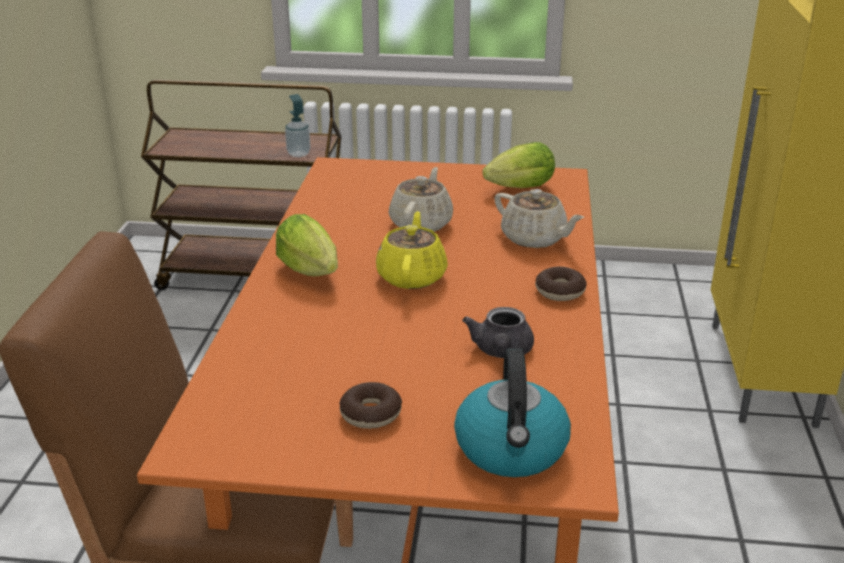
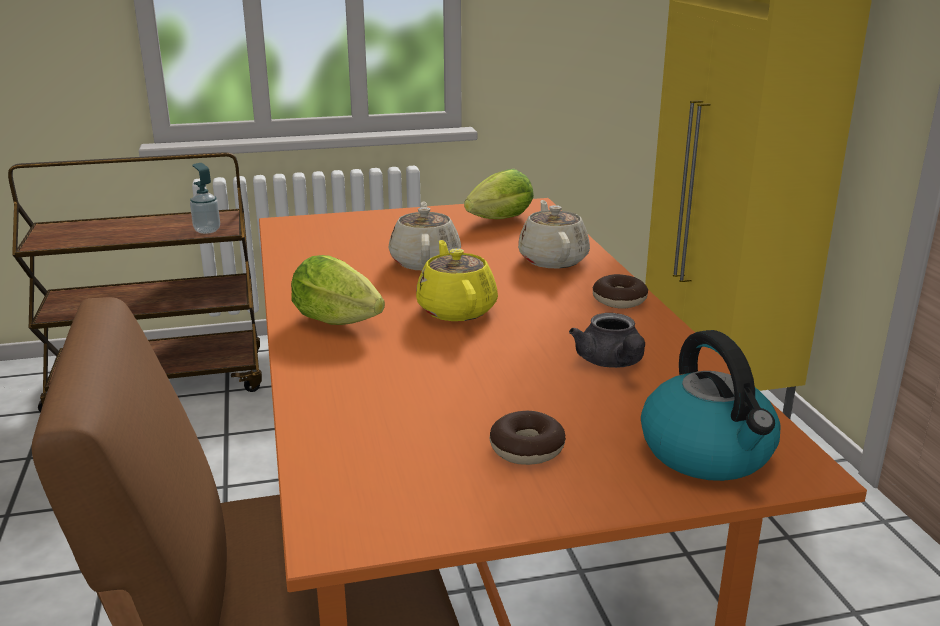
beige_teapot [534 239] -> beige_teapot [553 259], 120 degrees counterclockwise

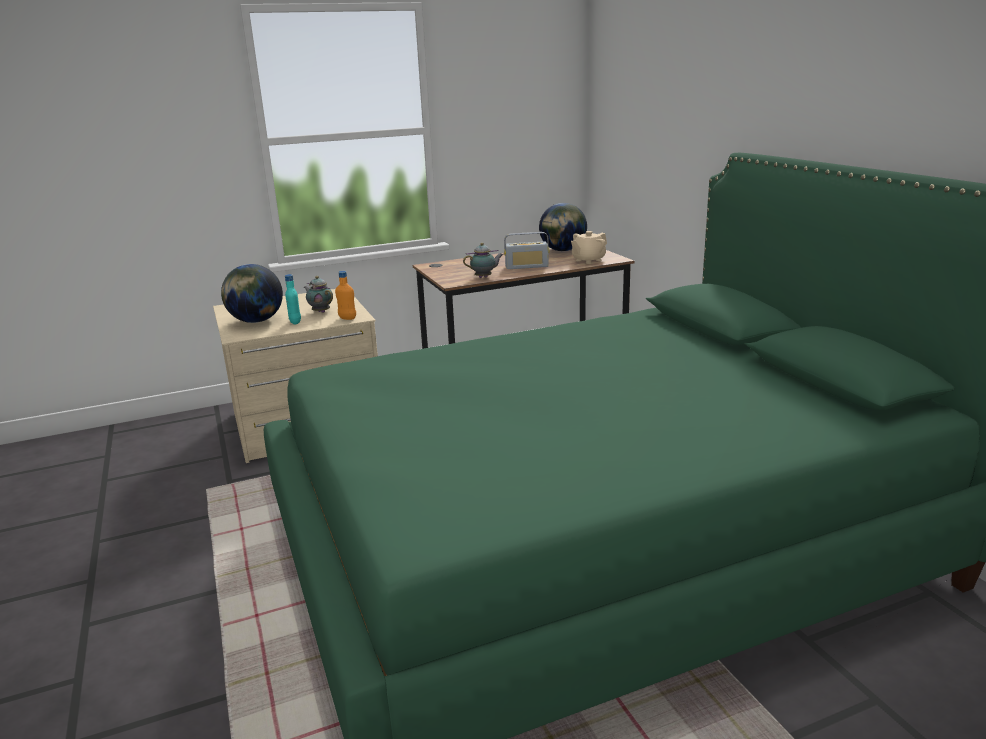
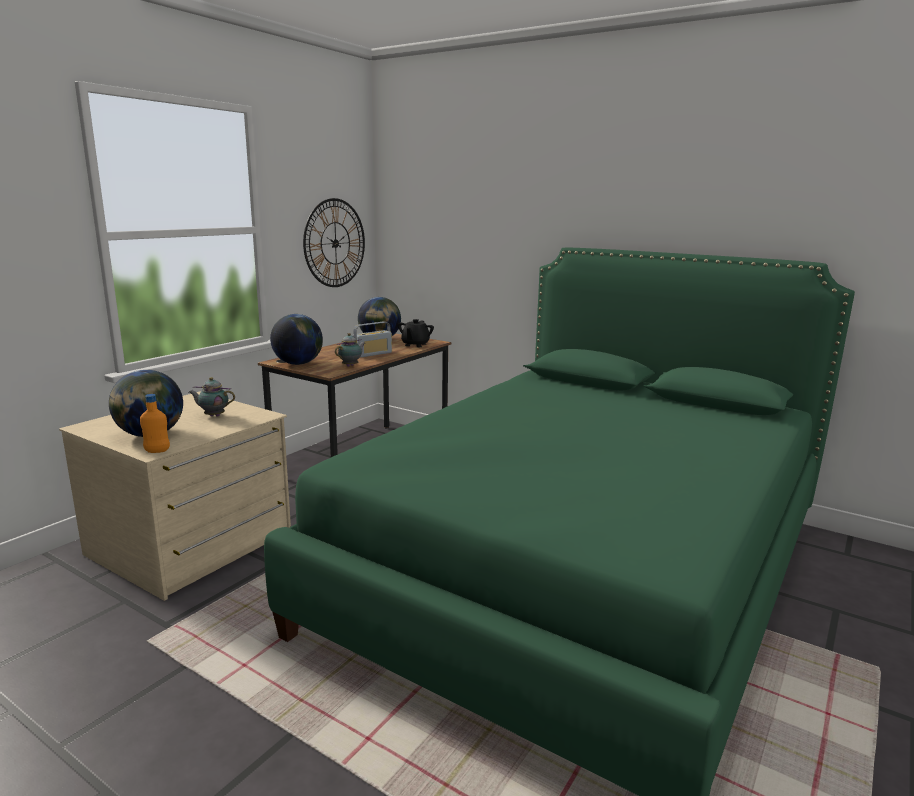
turquoise_bottle [295 322] -> none
none -> globe [298 363]
none -> wall_clock [335 243]
orange_bottle [347 318] -> orange_bottle [157 451], move
beige_teapot [588 260] -> black_teapot [415 345]

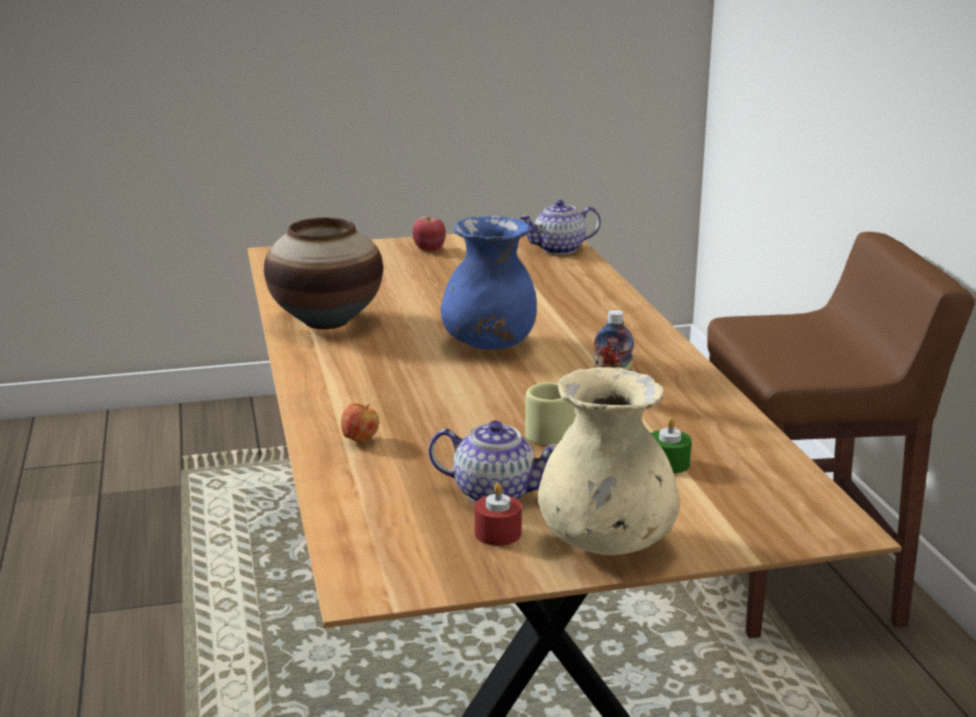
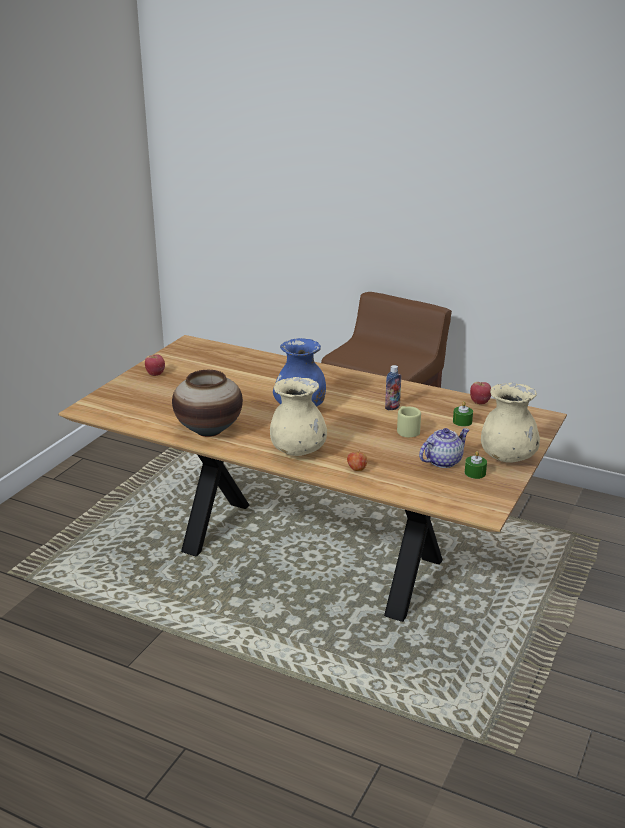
teapot [559 249] -> none
none -> beige_vase [298 451]
none -> apple [480 402]
red_candle [497 533] -> green_candle [475 473]

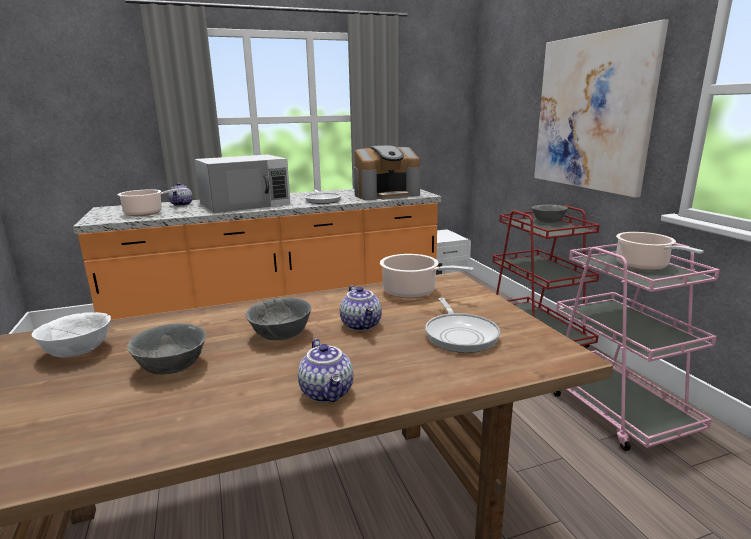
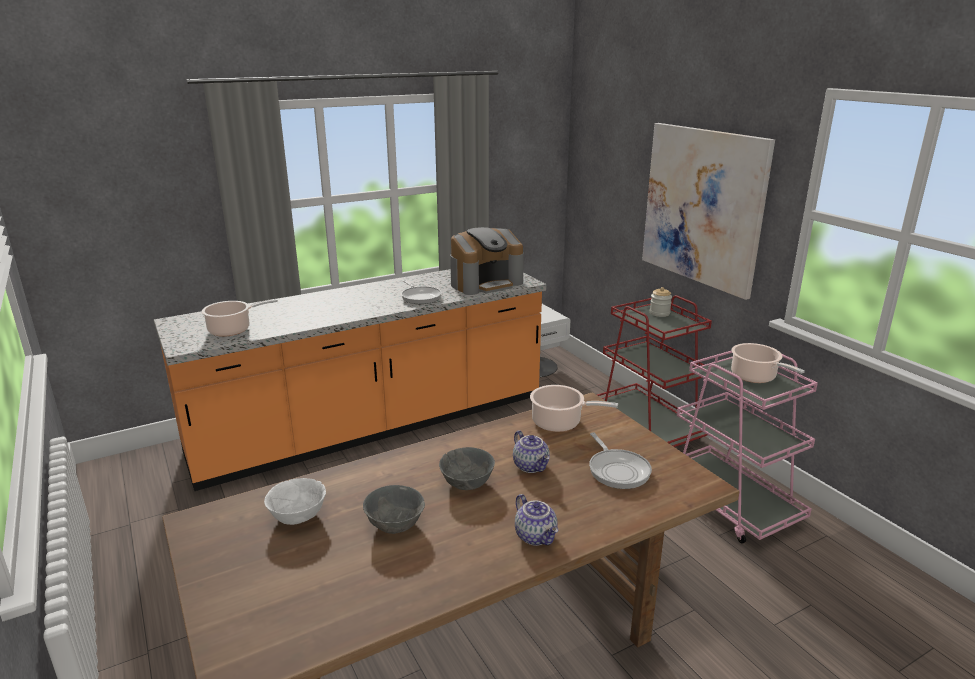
teapot [182 204] -> none
white_microwave [245 203] -> none
grey_bowl [547 222] -> jar [659 313]

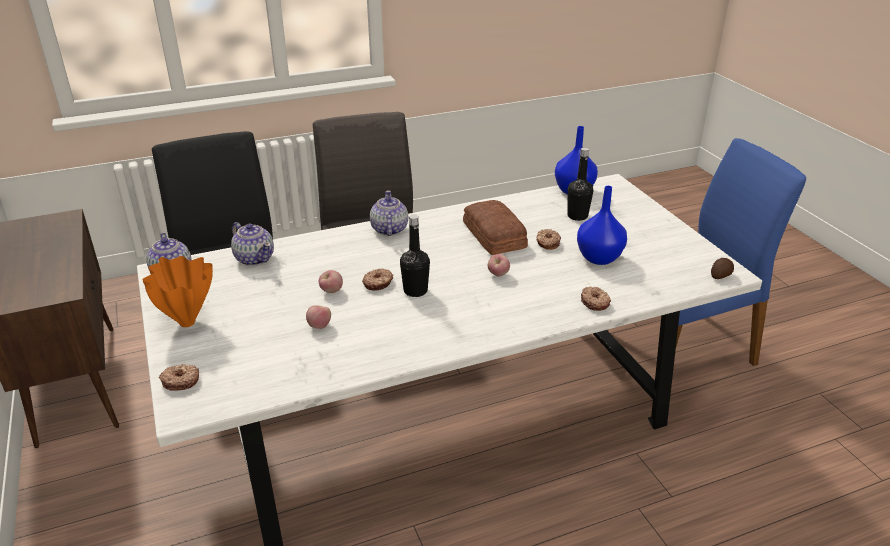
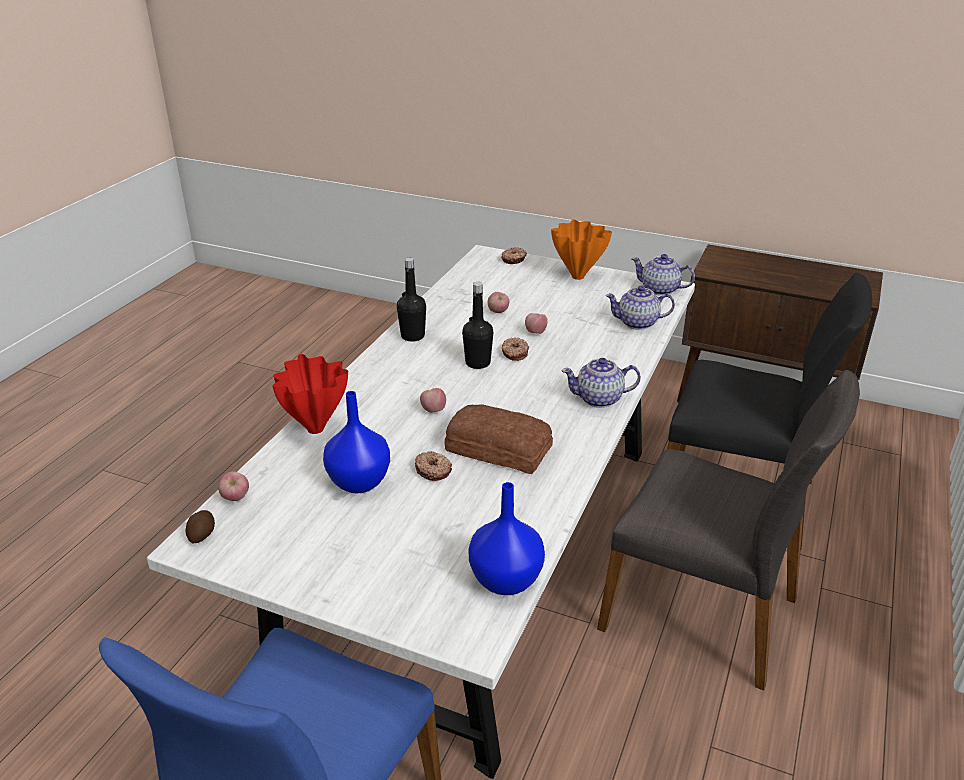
none -> apple [235 498]
black_bottle [577 216] -> black_bottle [413 336], move
donut [595 302] -> red_vase [315 430]
teapot [389 229] -> teapot [599 399], 135 degrees clockwise

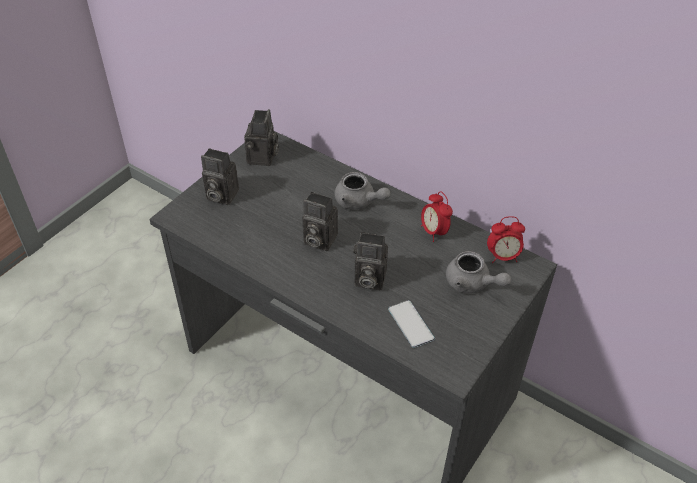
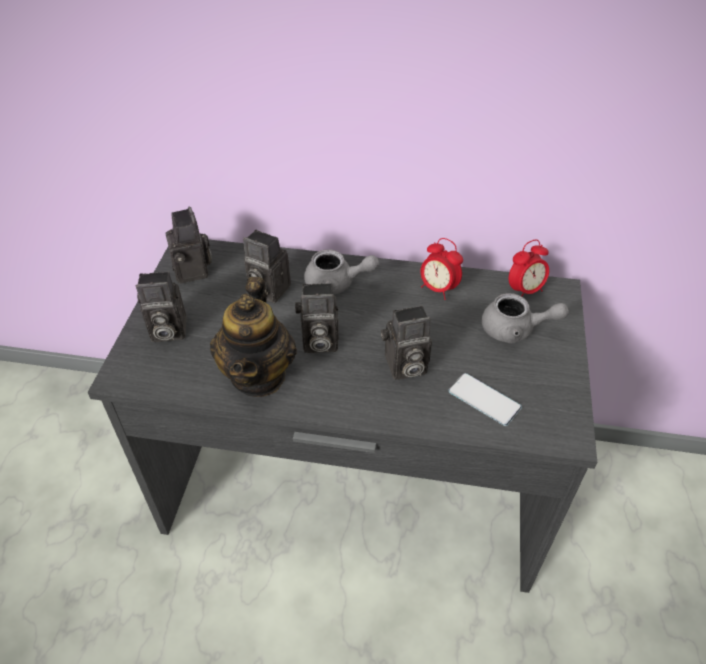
none -> teapot [259 375]
none -> photo_camera [266 290]

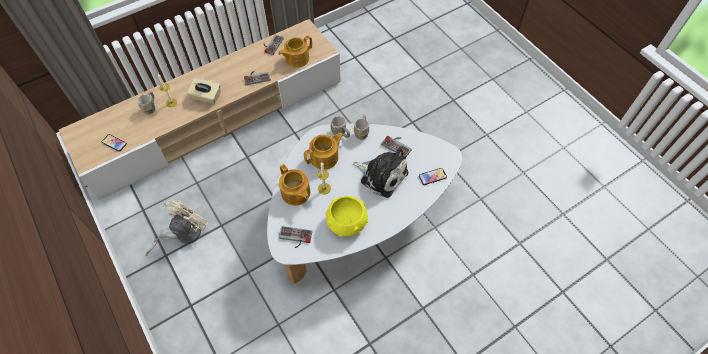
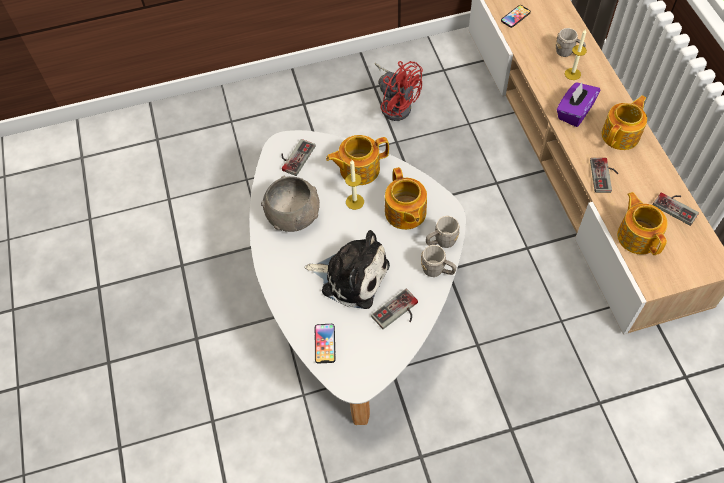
none -> teapot [621 135]
beige_fan [183 234] -> red_fan [396 104]
beige_tissue_box [206 97] -> purple_tissue_box [574 112]
yellow_bowl [346 222] -> grey_bowl [293 215]
plush_toy [381 175] -> plush_toy [351 276], 120 degrees counterclockwise

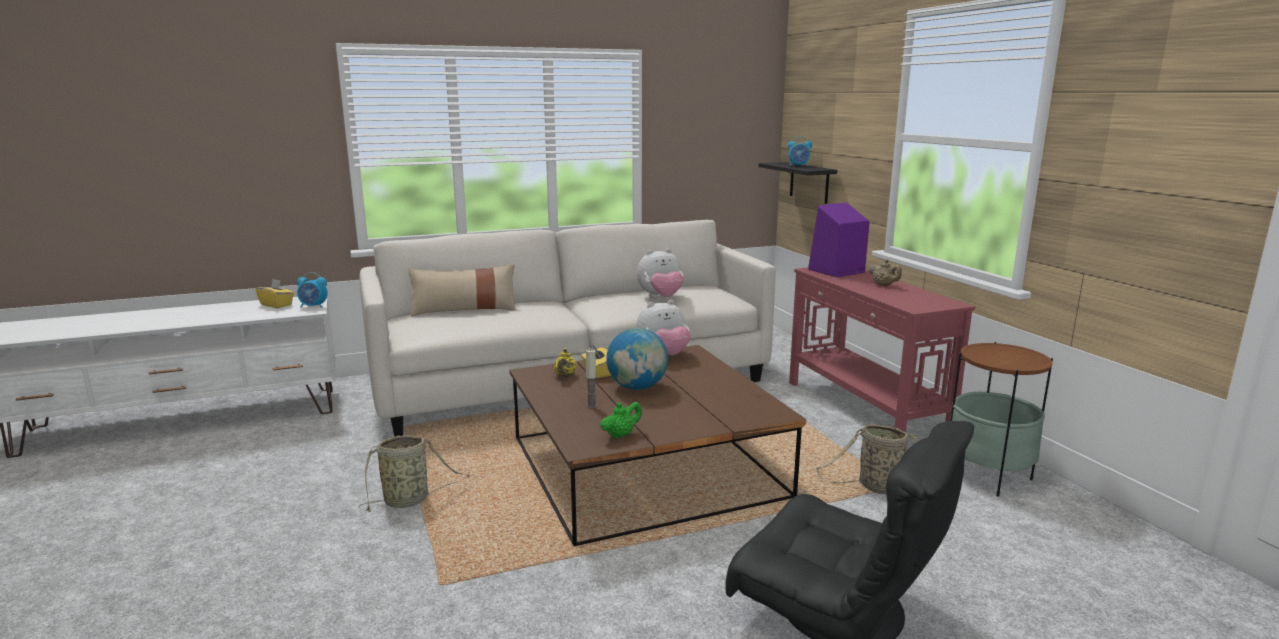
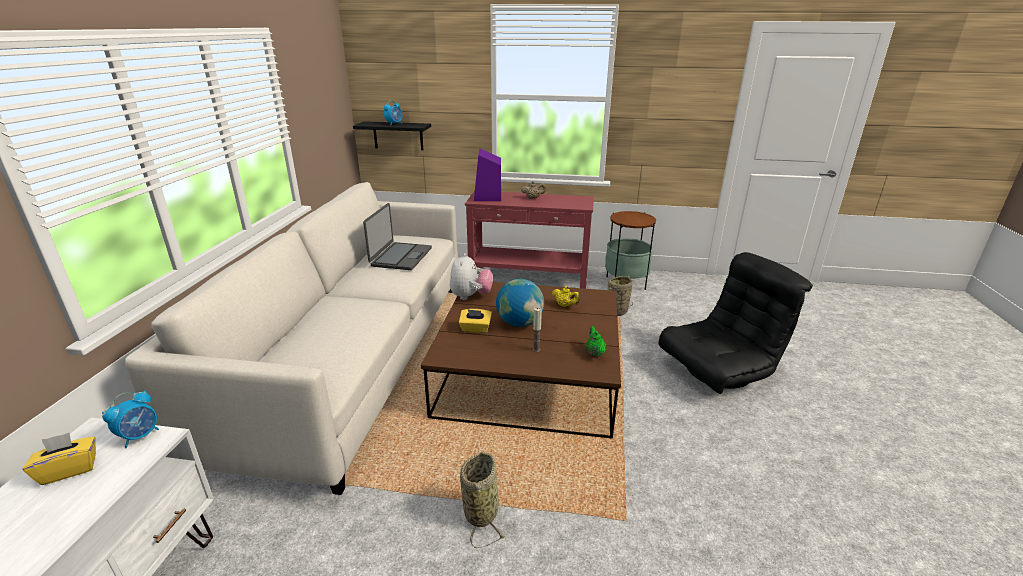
beige_pillow [464 310] -> none
yellow_teapot [565 376] -> yellow_teapot [565 306], move
plush_toy [661 297] -> laptop [400 257]

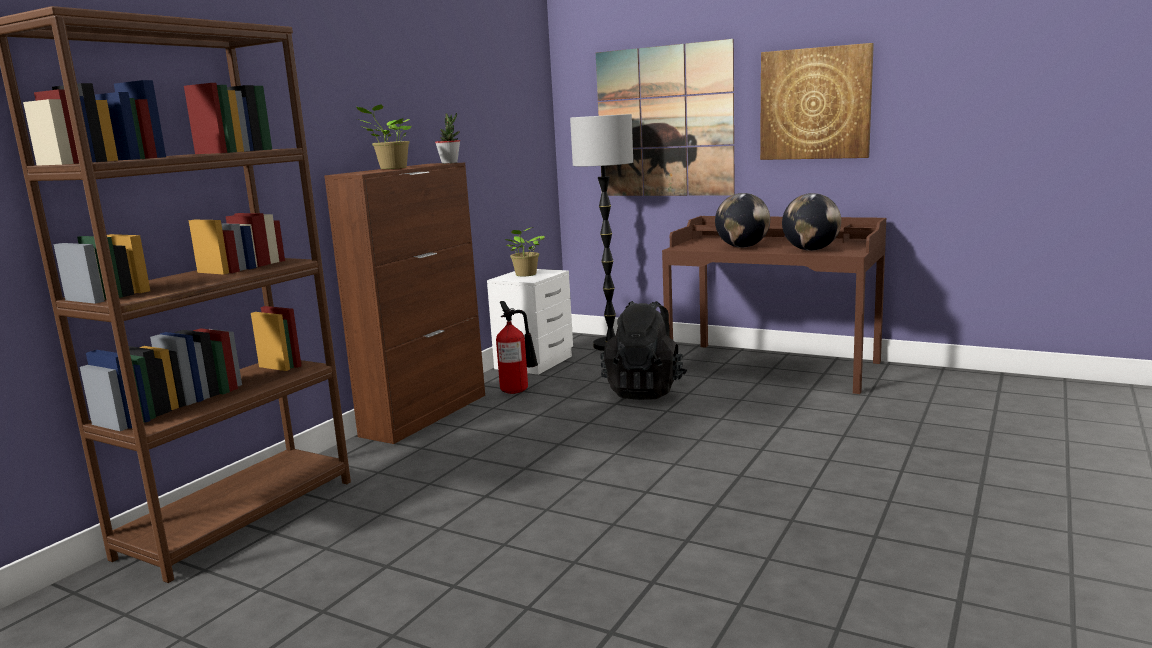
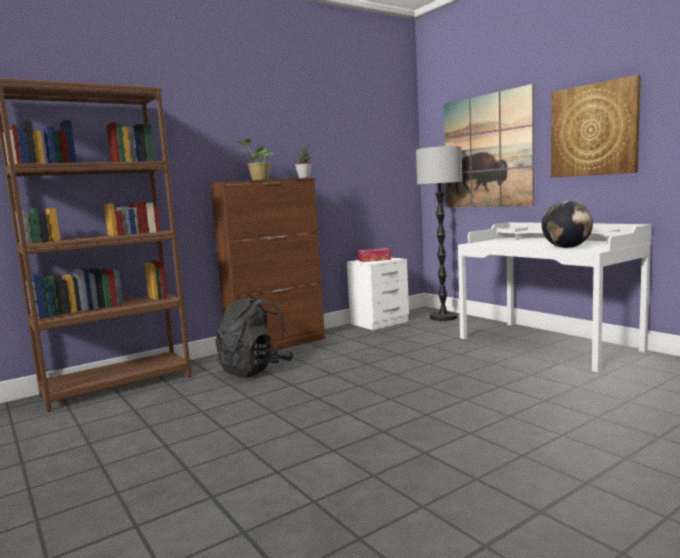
fire_extinguisher [518 390] -> none
globe [742 247] -> none
black_backpack [645 391] -> black_backpack [255 369], move
potted_plant [525 275] -> tissue_box [374 260]
brown_desk [773 366] -> white_desk [547 344]

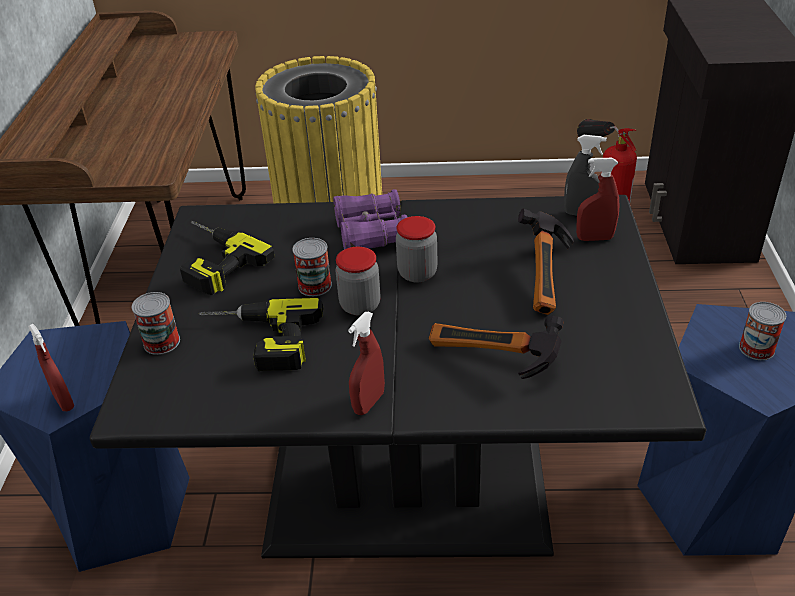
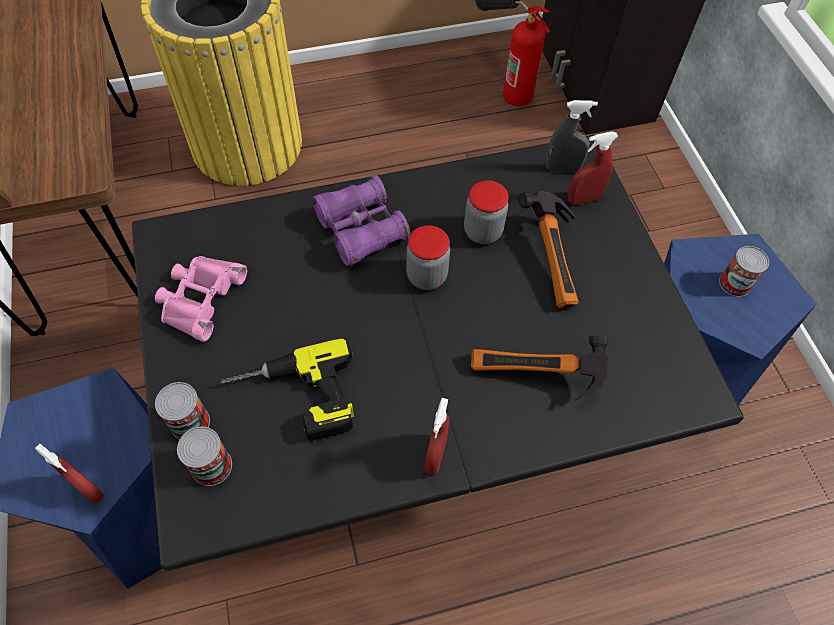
can [314 285] -> can [211 466], move
jar [360 305] -> jar [482 231], move
power_drill [210 261] -> pink_binoculars [200 298]

